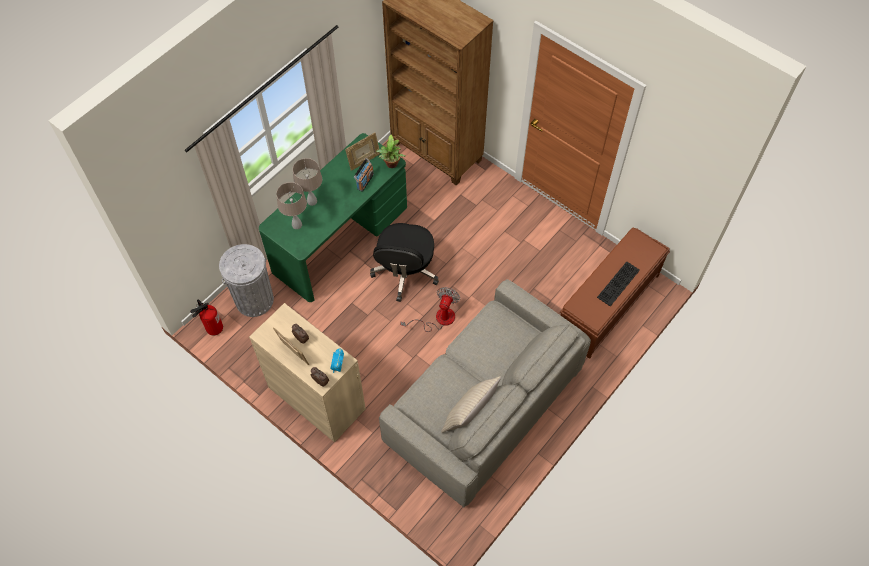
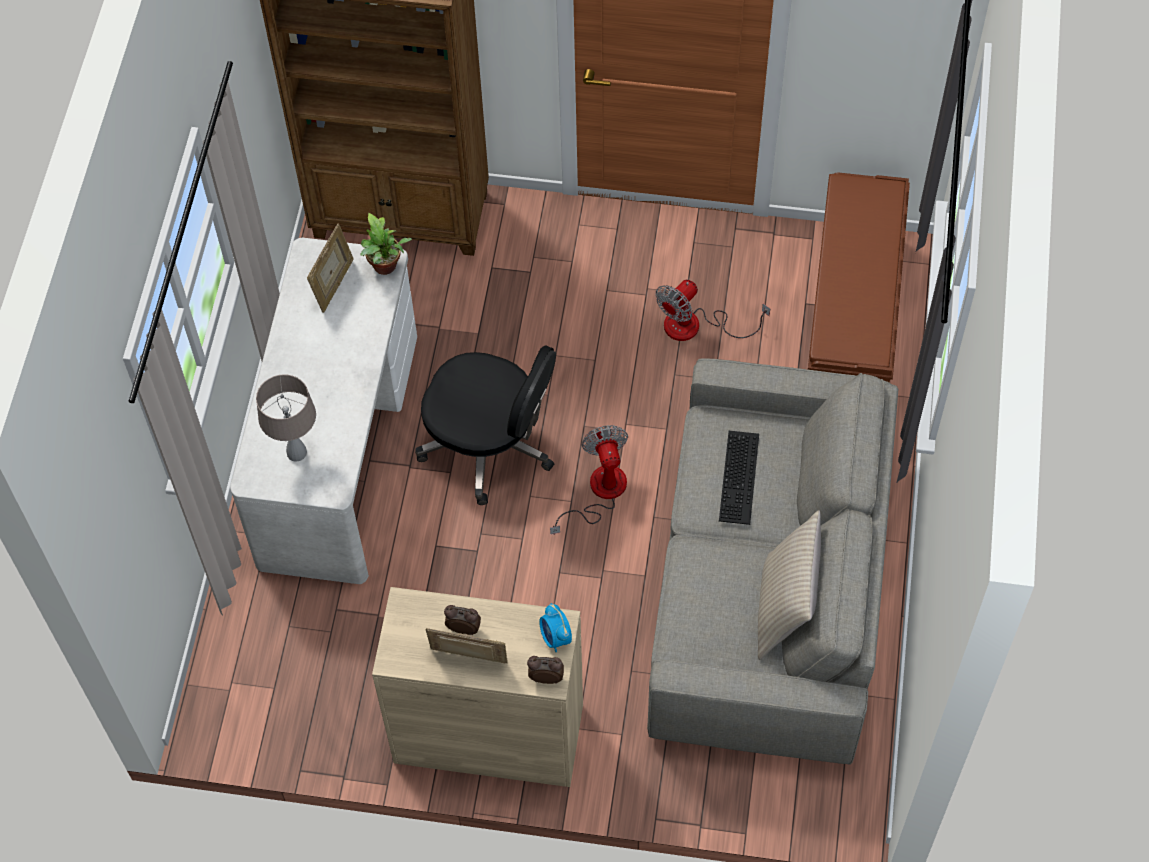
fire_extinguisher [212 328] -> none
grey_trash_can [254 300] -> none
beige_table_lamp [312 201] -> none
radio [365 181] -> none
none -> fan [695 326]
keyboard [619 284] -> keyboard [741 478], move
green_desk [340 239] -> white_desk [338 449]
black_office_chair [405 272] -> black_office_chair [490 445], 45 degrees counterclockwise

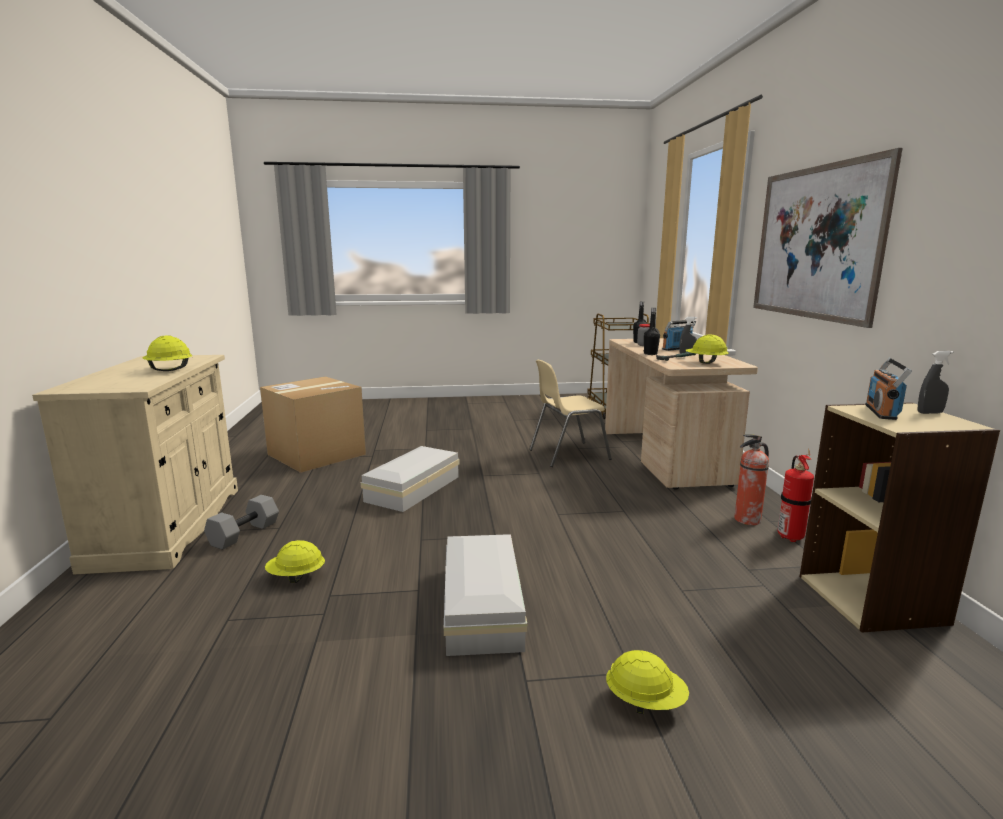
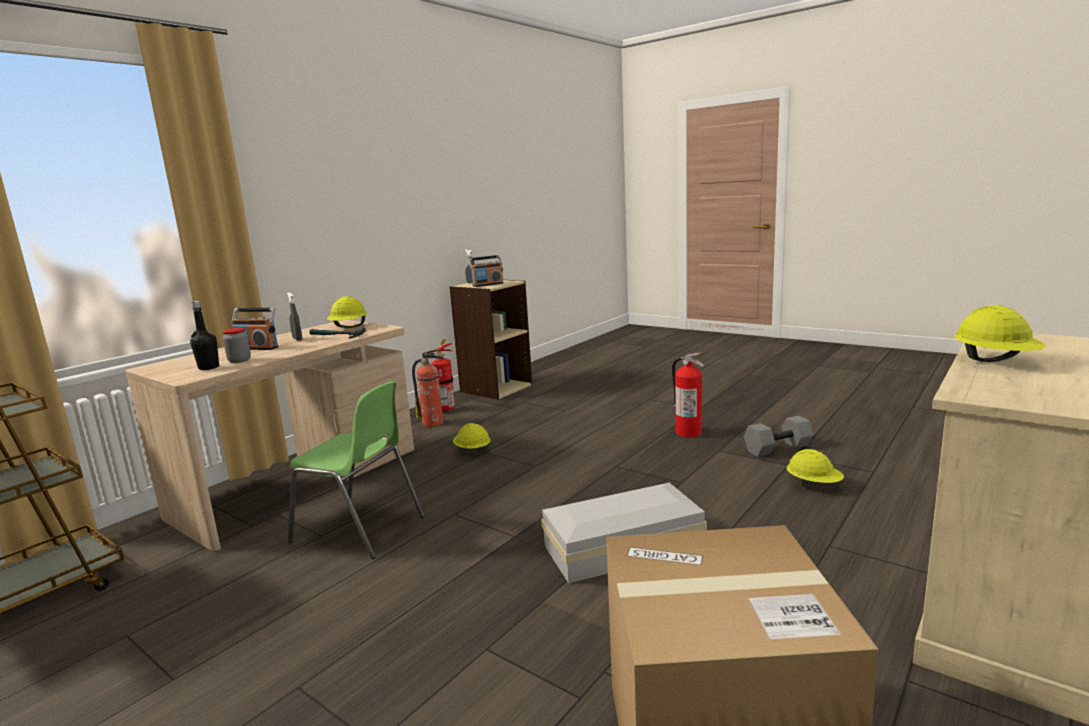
black_bottle [650 354] -> none
picture [815 243] -> none
grey_dumbbell [244 534] -> grey_dumbbell [777 448], move
yellow_hard_hat [645 702] -> yellow_hard_hat [472 451], move
white_storage_box [480 607] -> fire_extinguisher [688 432]
beige_chair [567 454] -> green_chair [360 529]

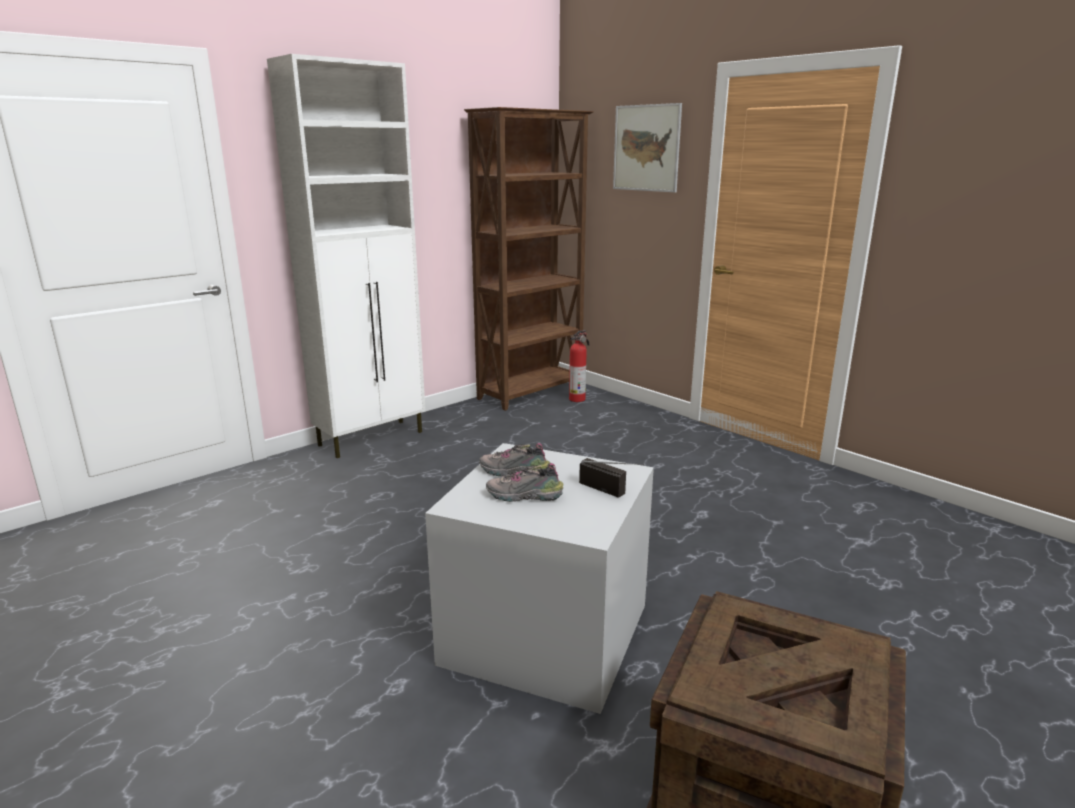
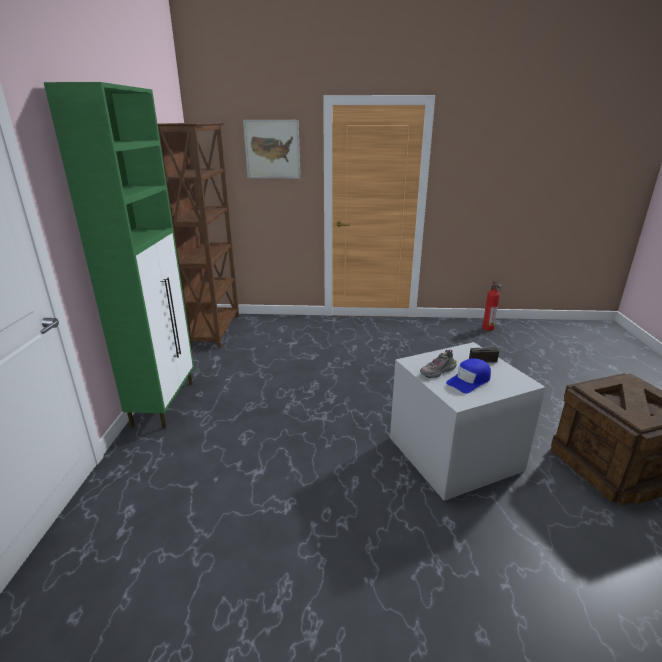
fire_extinguisher [578 399] -> fire_extinguisher [487 328], move
shoe [524 496] -> blue_cap [469 381]
white_cabinet [372 438] -> green_cabinet [164 403]

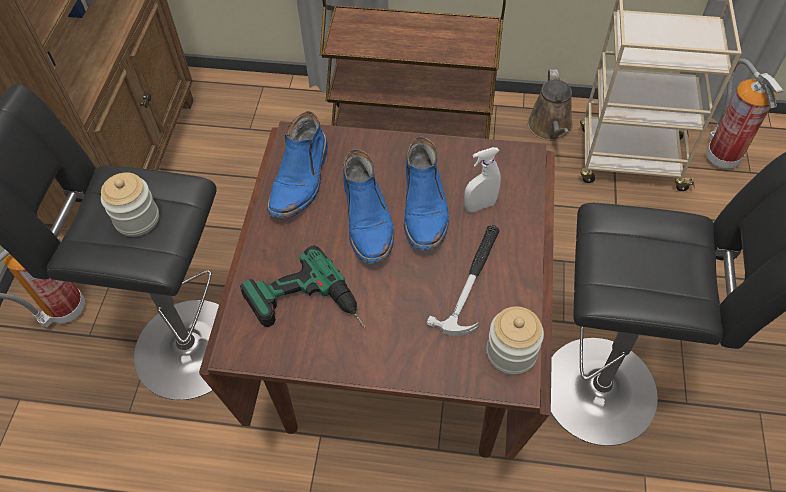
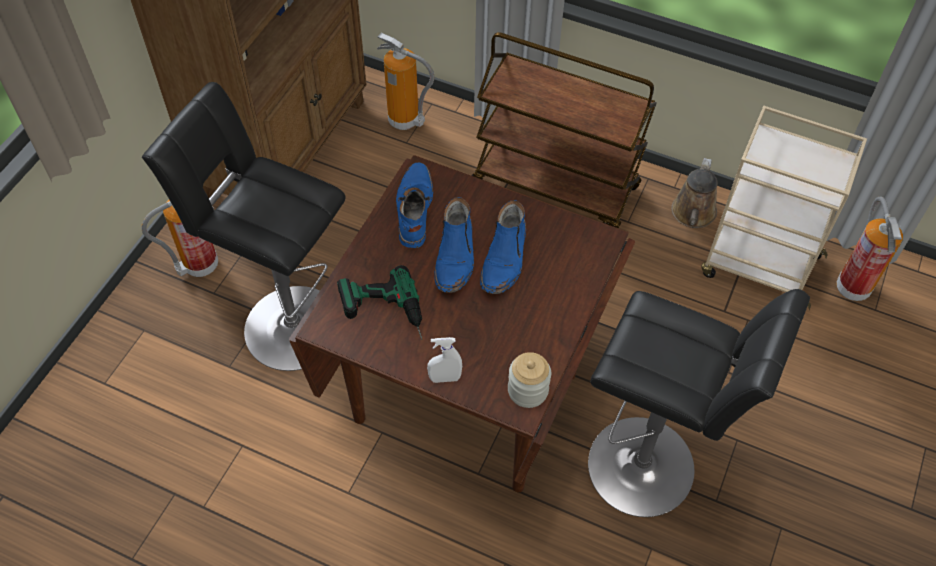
jar [137 219] -> none
hammer [472 281] -> none
none -> fire_extinguisher [405 121]
white_spray_bottle [480 206] -> white_spray_bottle [445 378], move
blue_boot [301 180] -> blue_boot [413 209], 150 degrees clockwise

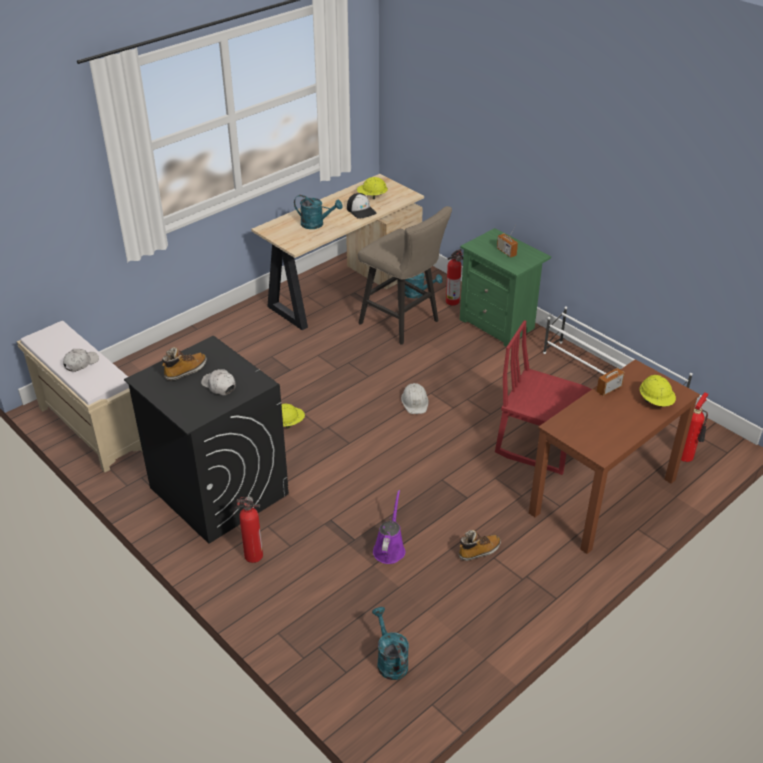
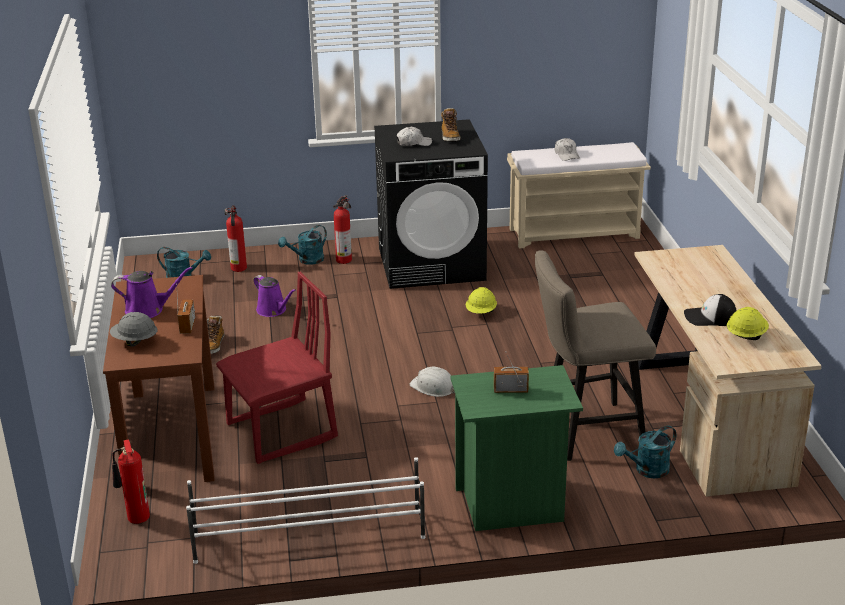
none -> purple_watering_can [148 310]
turquoise_watering_can [316 224] -> turquoise_watering_can [307 260], move
fire_extinguisher [453 301] -> fire_extinguisher [238 268], move
yellow_hard_hat [655 401] -> grey_hard_hat [135 342]

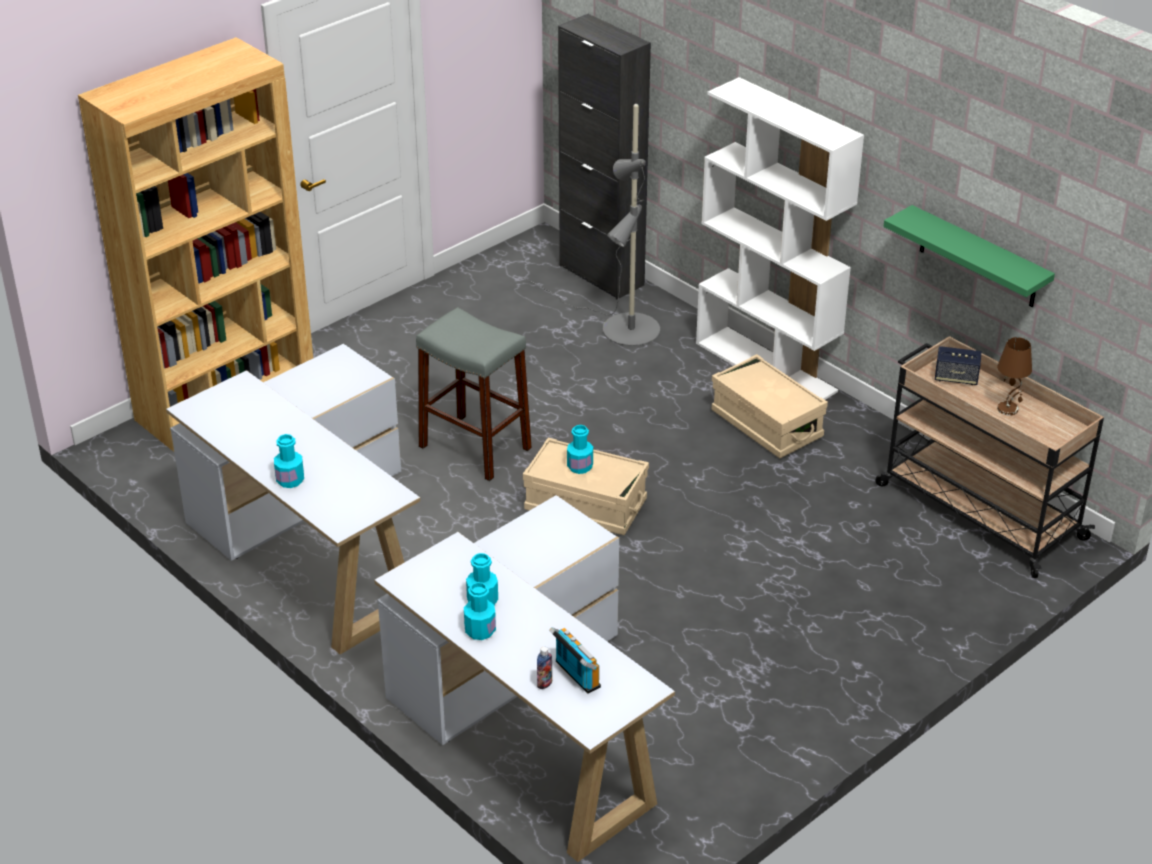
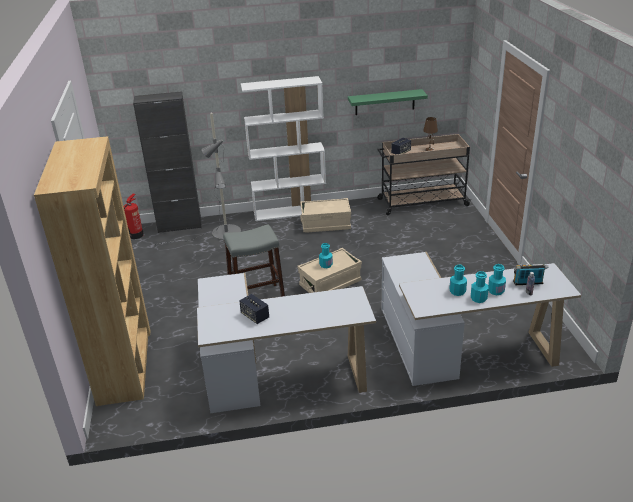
none -> fire_extinguisher [136 235]
none -> speaker [255 316]
turquoise_bottle [290 480] -> turquoise_bottle [496 291], move

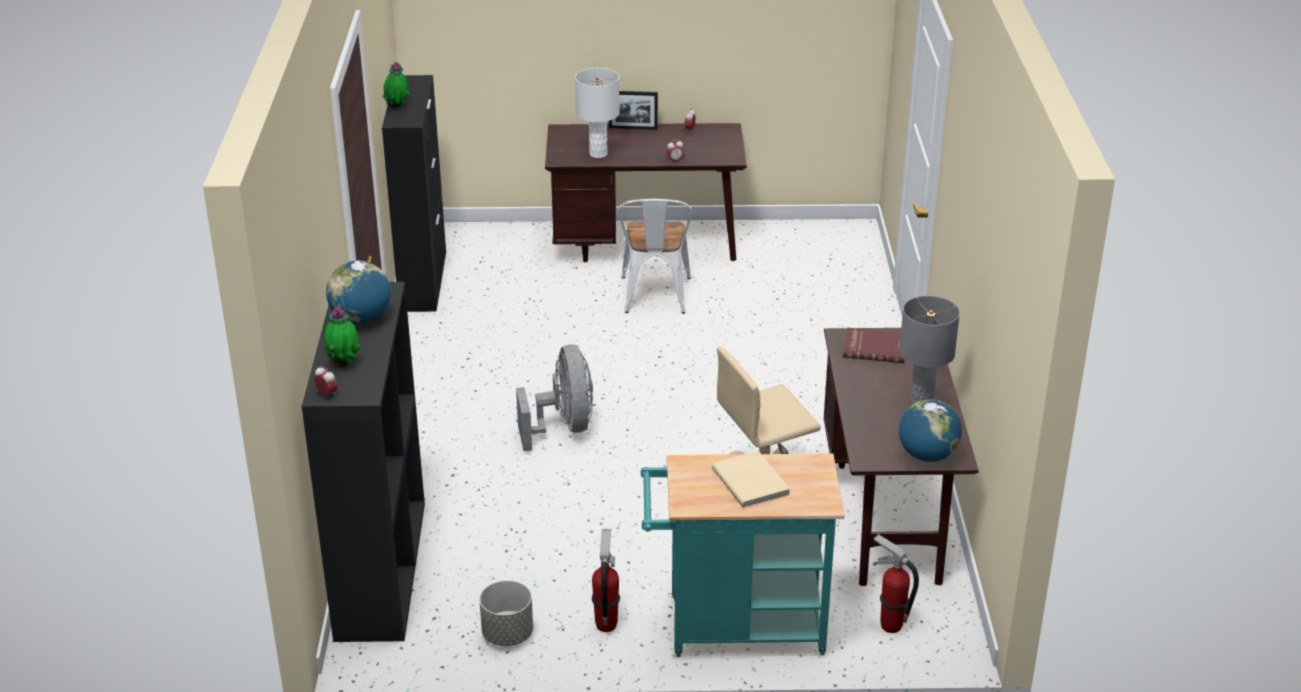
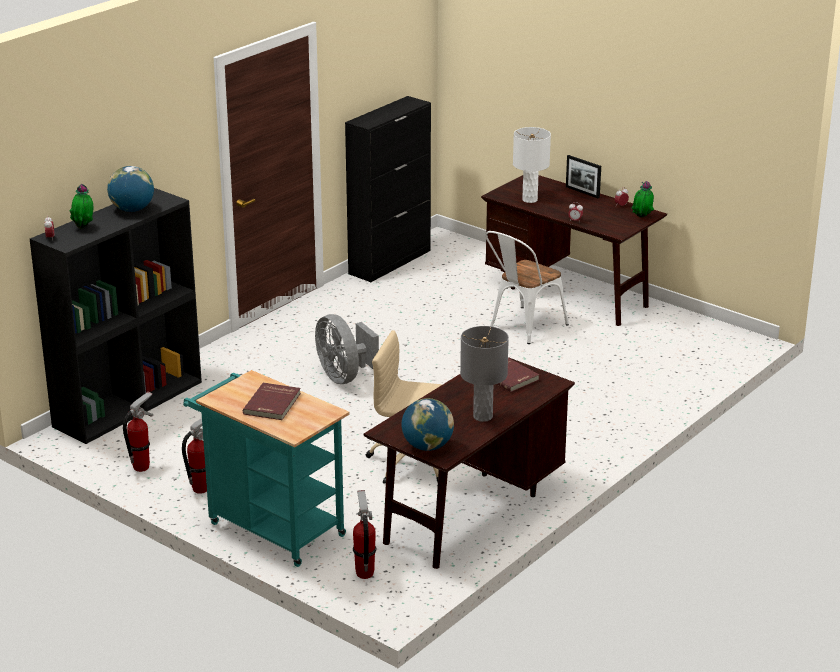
potted_plant [397 108] -> potted_plant [642 218], move
grey_planter [507 634] -> fire_extinguisher [141 467]
beige_book [752 482] -> red_book [273 404]
grey_fan [563 427] -> grey_fan [344 376], 120 degrees clockwise

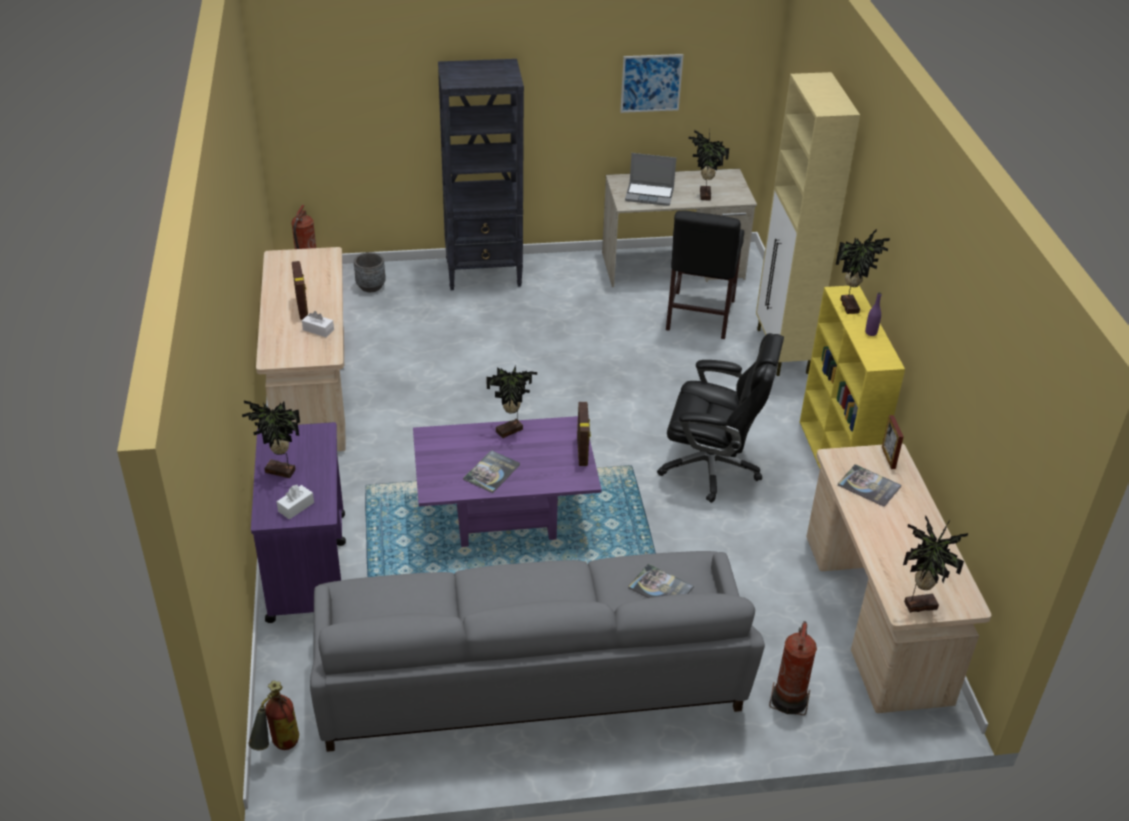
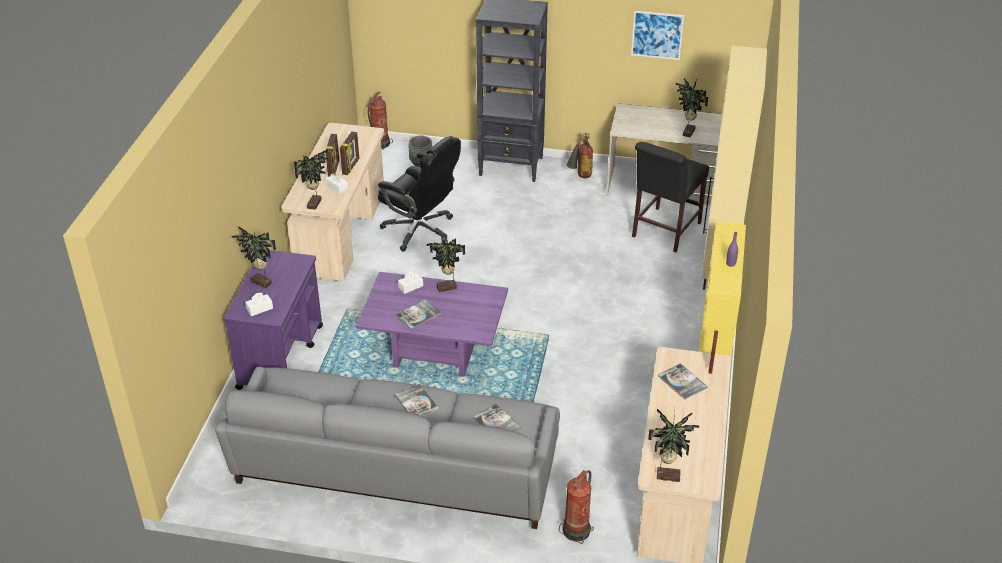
laptop [650 195] -> none
none -> book [416 402]
none -> white_tissue_box [410 287]
fire_extinguisher [278 748] -> fire_extinguisher [580 177], move
picture_frame [583 451] -> picture_frame [351 167], move
black_office_chair [712 467] -> black_office_chair [420 230], move
potted_plant [851 306] -> potted_plant [315 204], move

